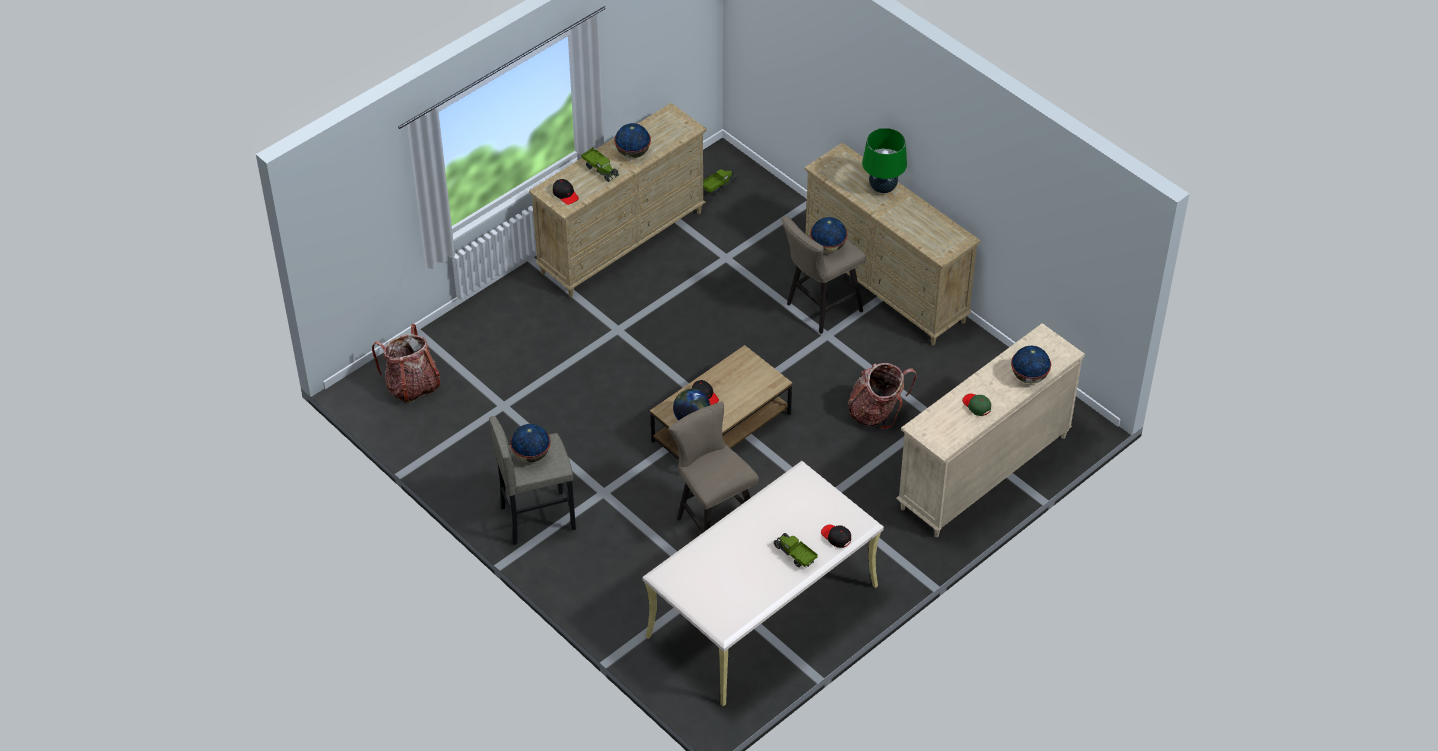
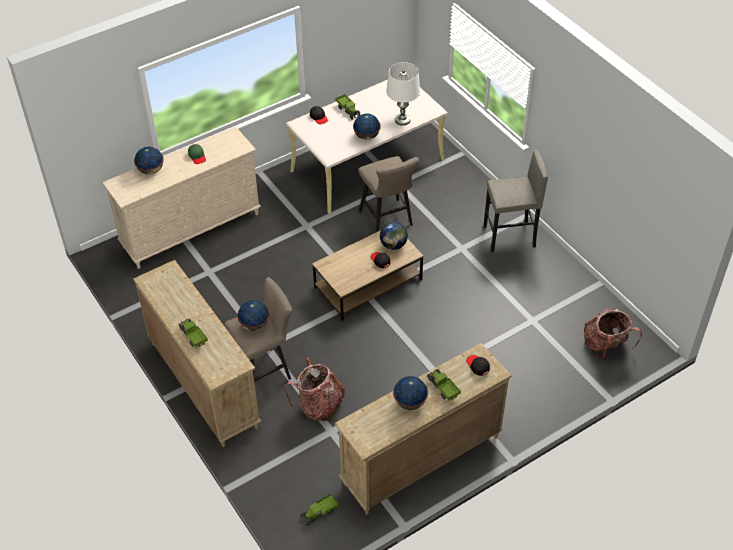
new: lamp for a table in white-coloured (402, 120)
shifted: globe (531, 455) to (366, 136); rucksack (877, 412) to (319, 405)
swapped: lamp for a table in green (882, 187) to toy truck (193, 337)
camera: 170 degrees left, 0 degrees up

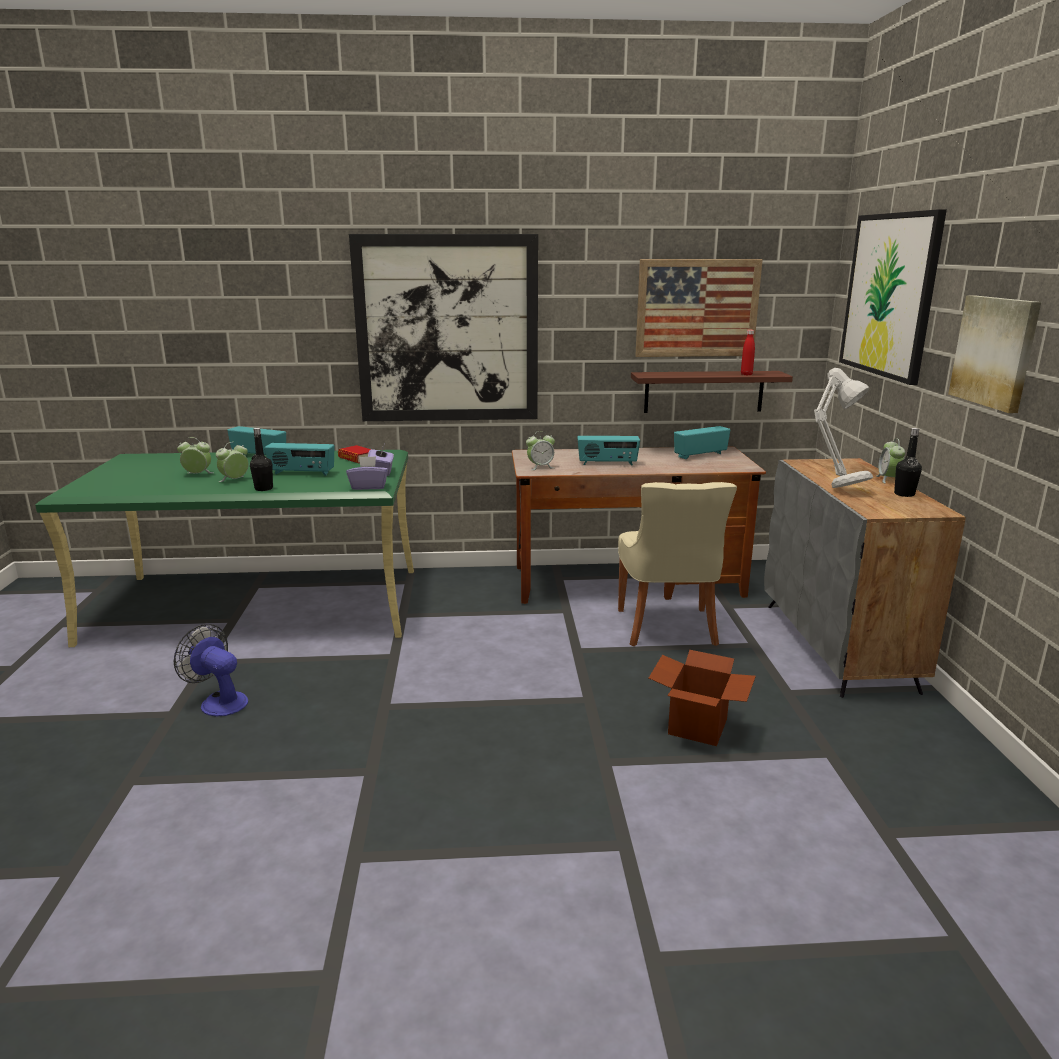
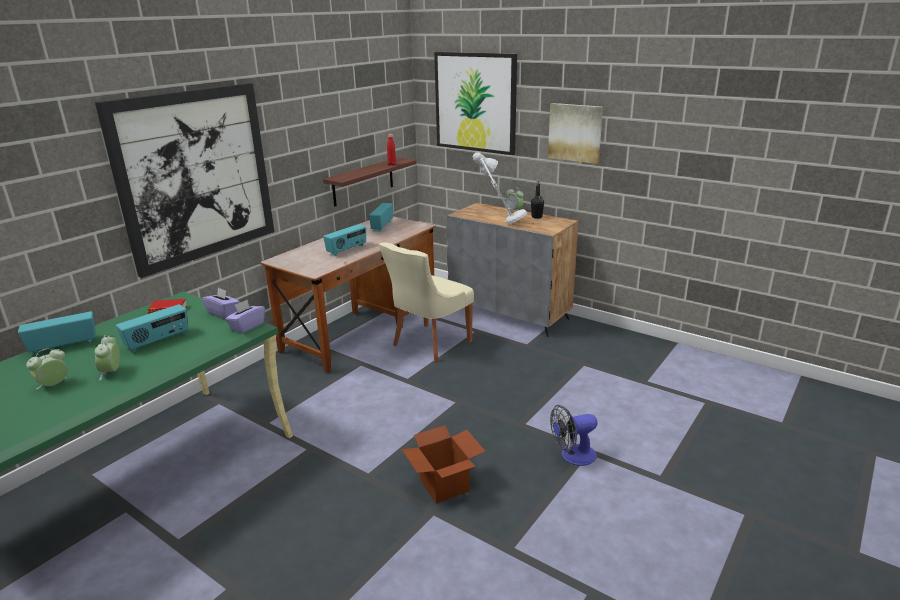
gone: drink bottle in blackish (263, 488); alarm clock (540, 467); wall art (697, 308)
shifted: electric fan (219, 701) to (572, 456); carton (697, 726) to (444, 485)
rotated: upright chair in beige (668, 629) = (429, 344) 90 degrees clockwise
camera: 50 degrees left, 5 degrees up

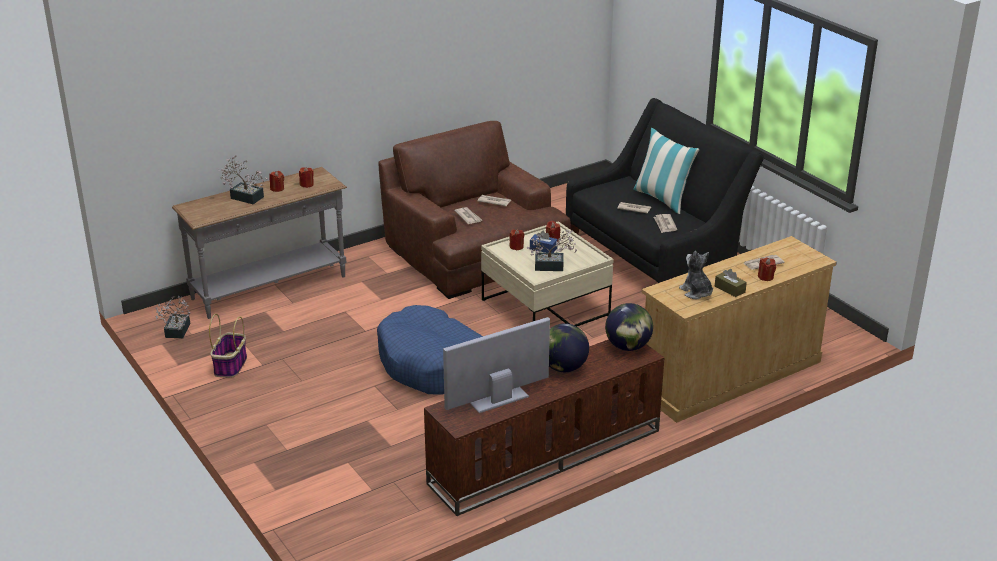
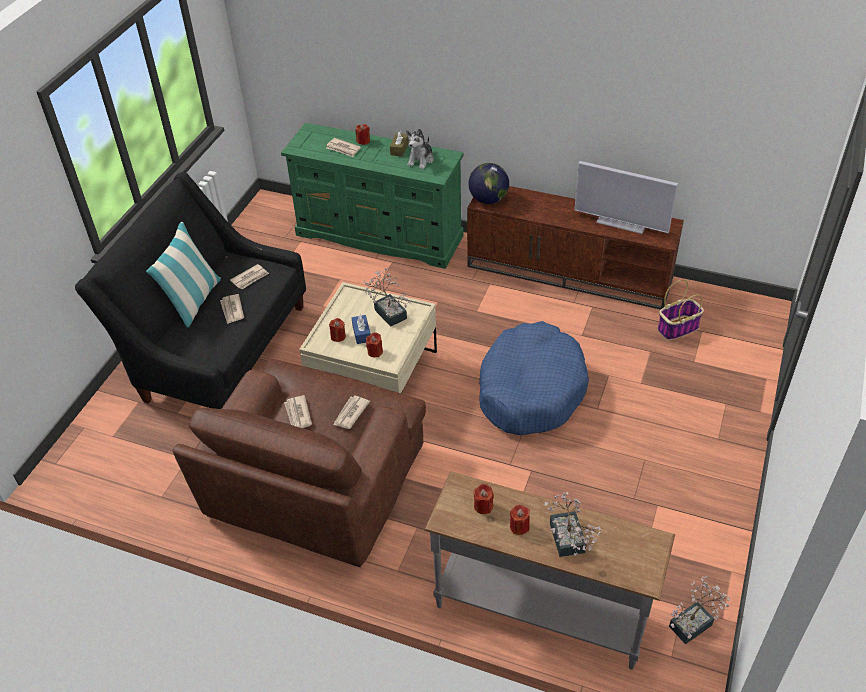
gone: globe (563, 367)
shifted: basket (230, 366) to (678, 328)
repainted: dresser in beige (729, 377) to dresser in green (380, 235)
camera: 125 degrees left, 15 degrees up

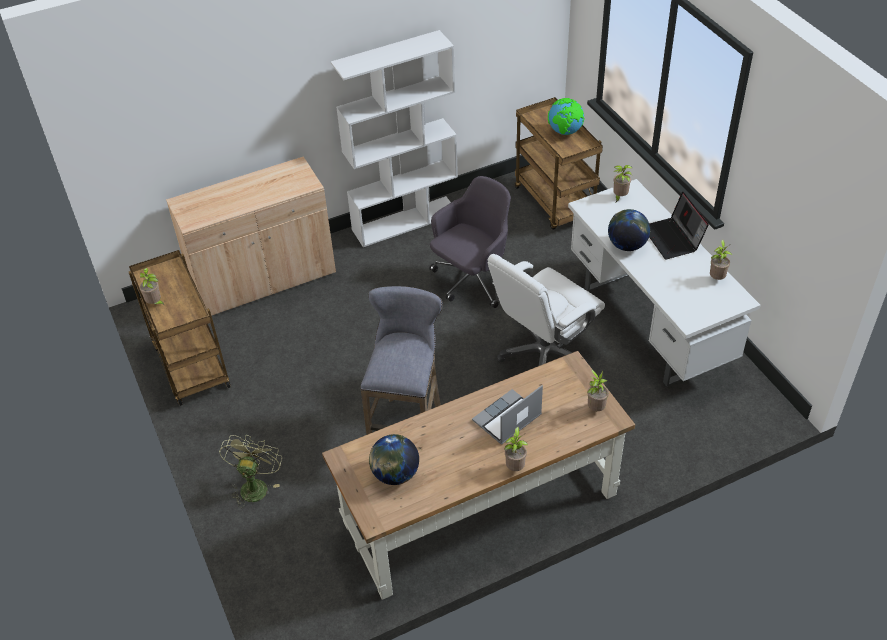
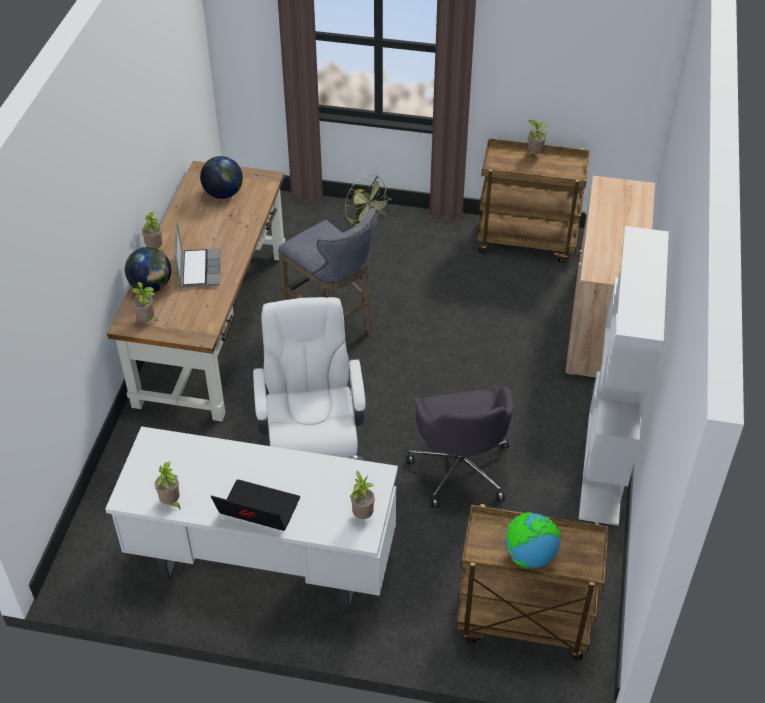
shifted: globe (627, 245) to (151, 287)
camera: 125 degrees right, 0 degrees up

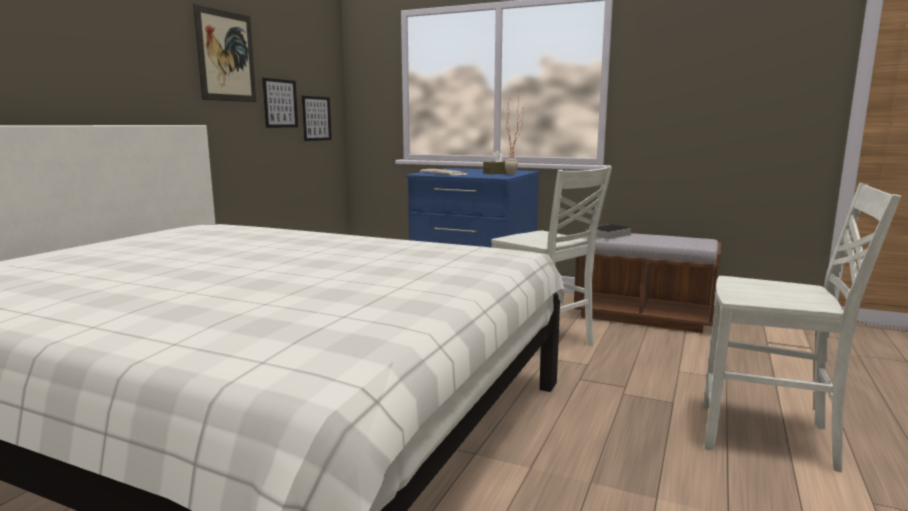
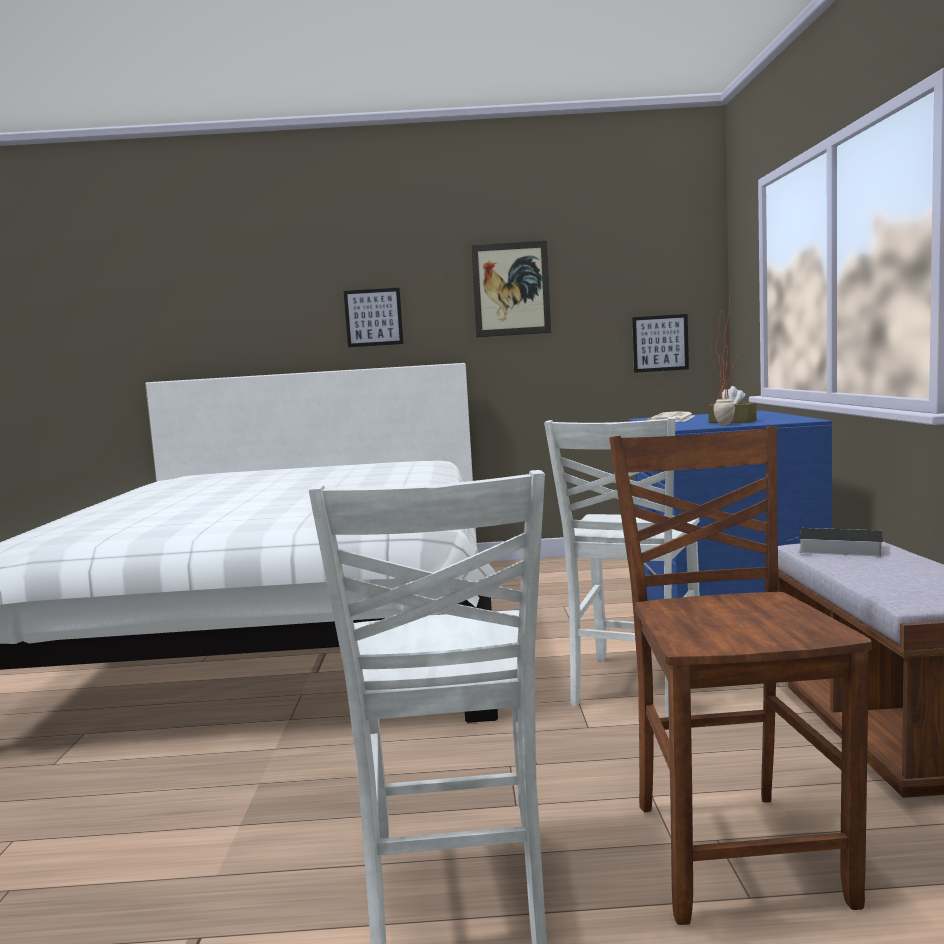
new: upright chair in brownish (734, 850)
shifted: wall art (280, 103) to (373, 317)
camera: 65 degrees right, 5 degrees down

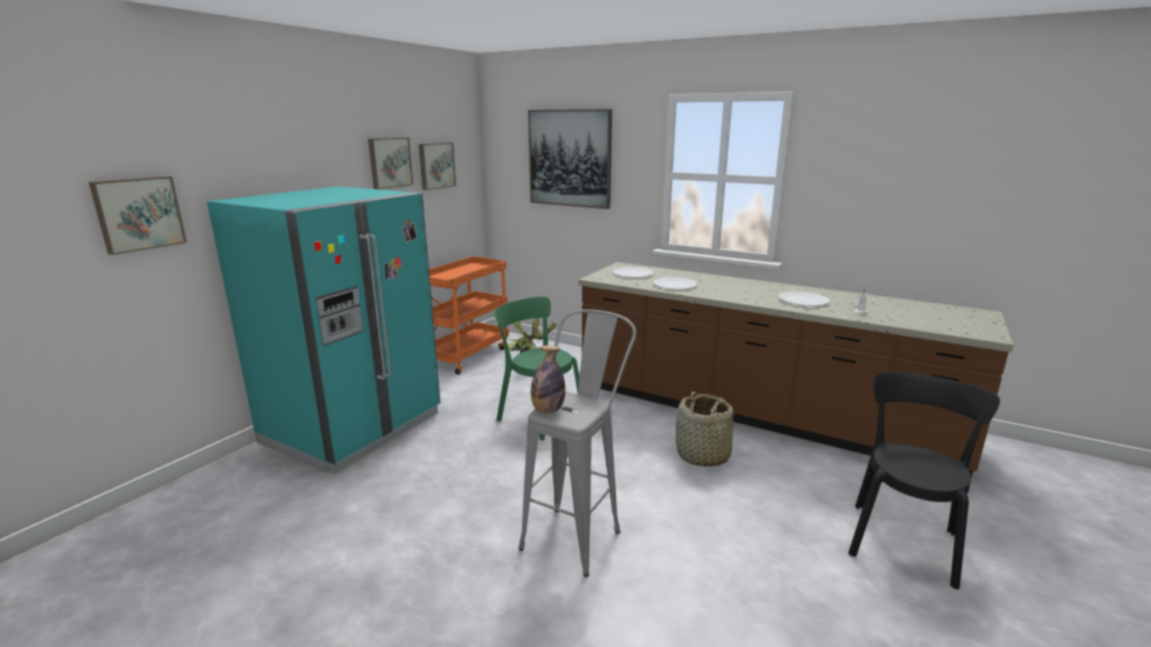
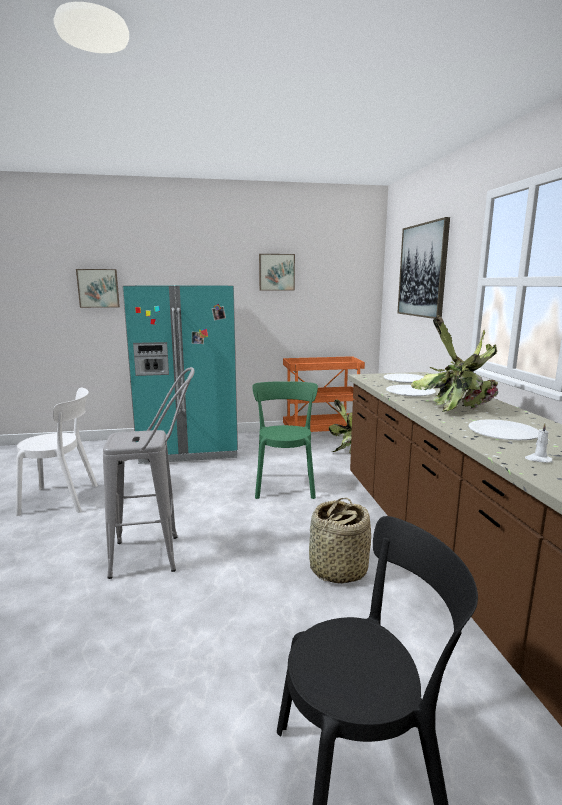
gone: wall art (436, 165); drink bottle (547, 410)
new: upright chair in white-coloured (63, 499); plant in a pot (458, 406)
camera: 50 degrees right, 5 degrees down

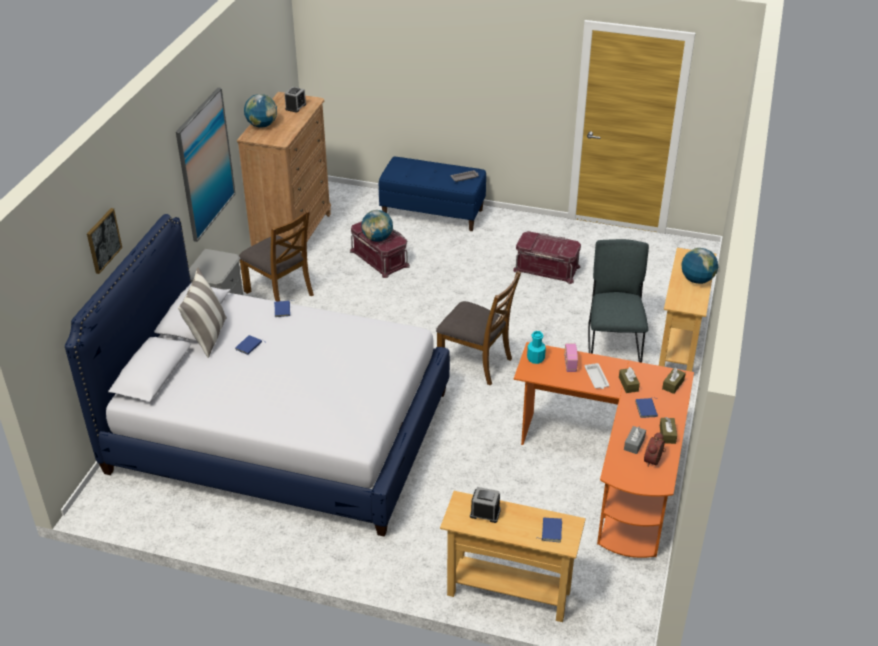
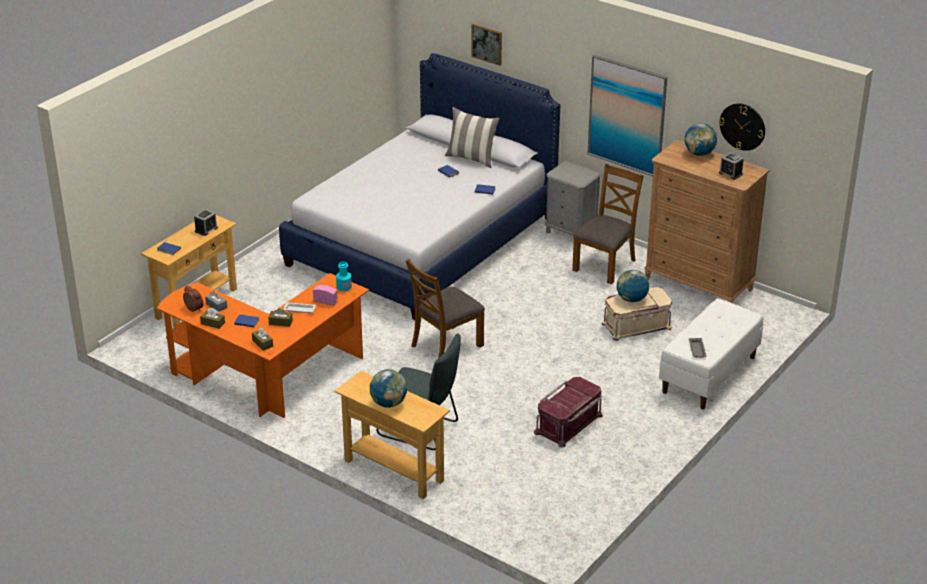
new: hanging clock (742, 126)
repainted: storage bin in red (380, 258) to storage bin in beige (637, 326); bench in blue-coloured (433, 213) to bench in white-coloured (709, 375)
rotated: upright chair in brownish (280, 293) = (605, 265) 150 degrees clockwise
camera: 110 degrees right, 5 degrees down

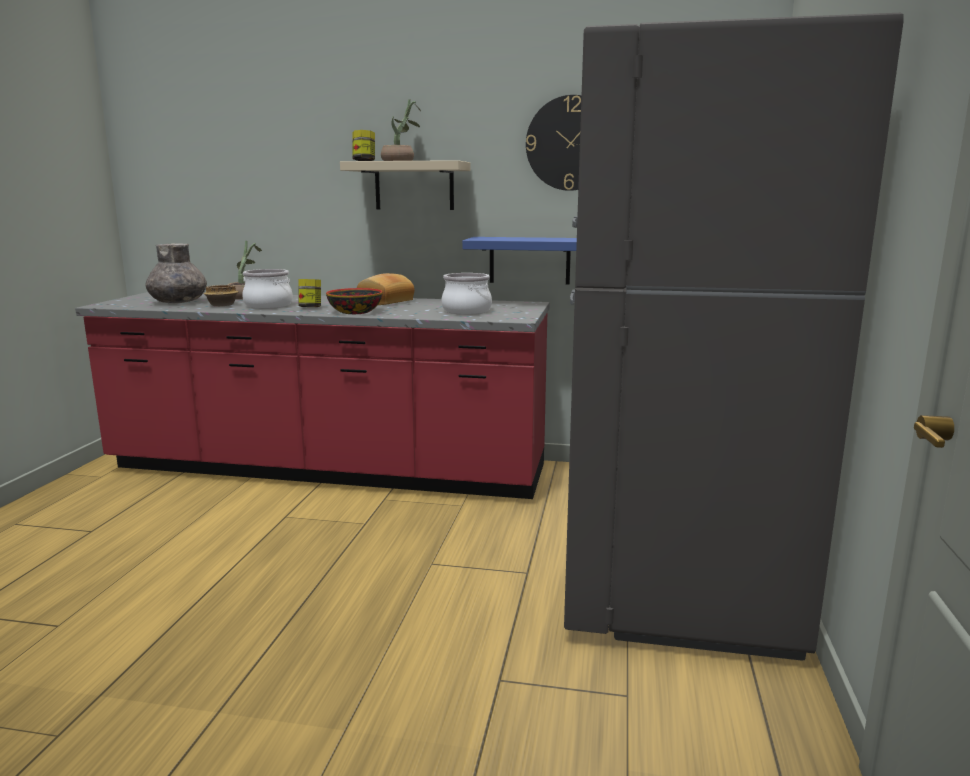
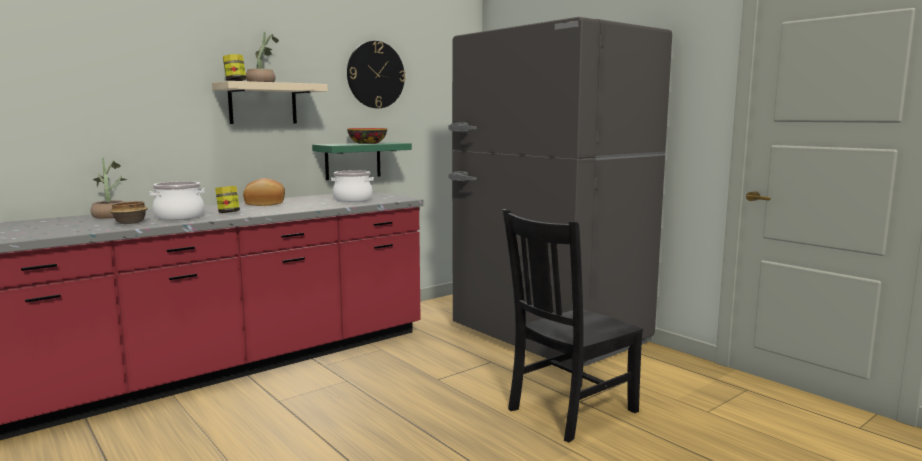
gone: decorative vase in gray (179, 302)
new: upright chair in blackish (569, 411)
shifted: deep dish (355, 312) to (368, 143)
repainted: wall shelf in blue-coloured (529, 260) to wall shelf in green (353, 160)
camera: 50 degrees left, 5 degrees down

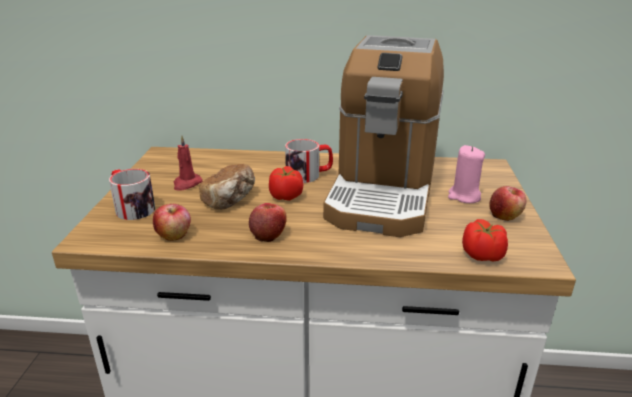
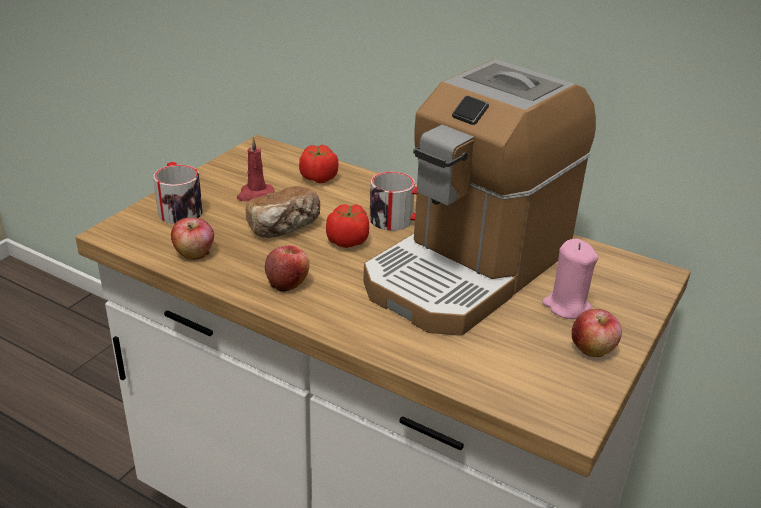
shifted: tomato (482, 255) to (318, 178)
camera: 25 degrees right, 5 degrees up

